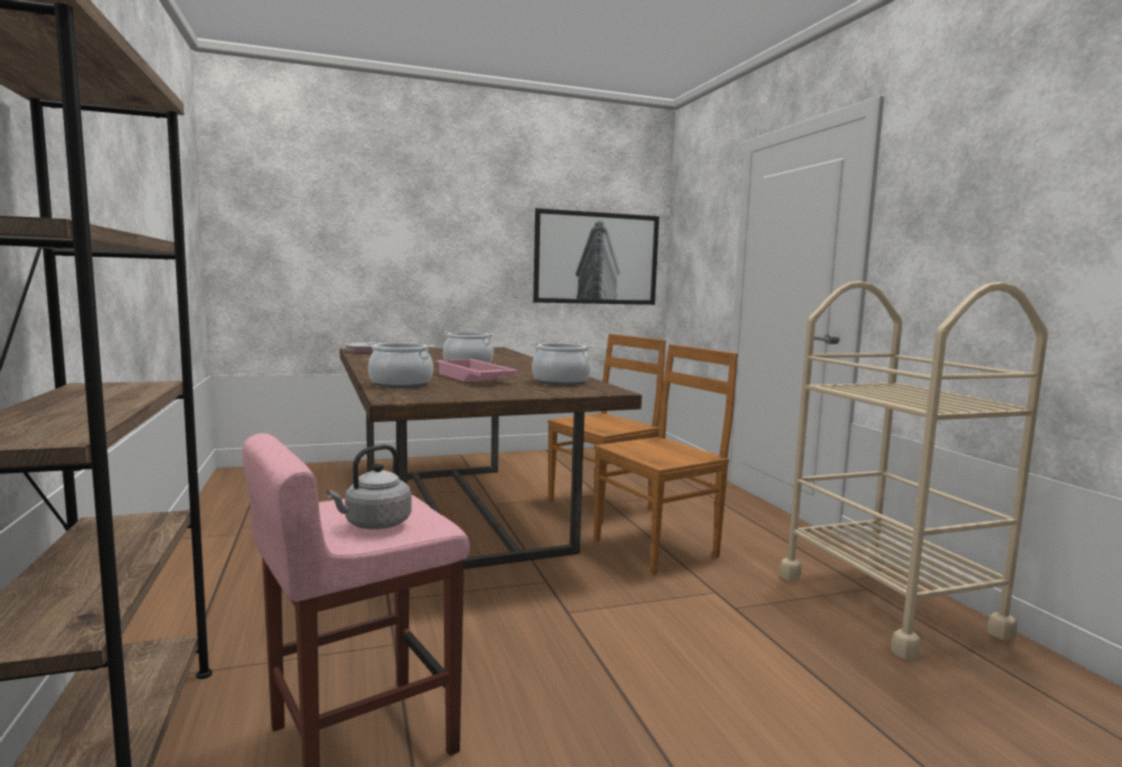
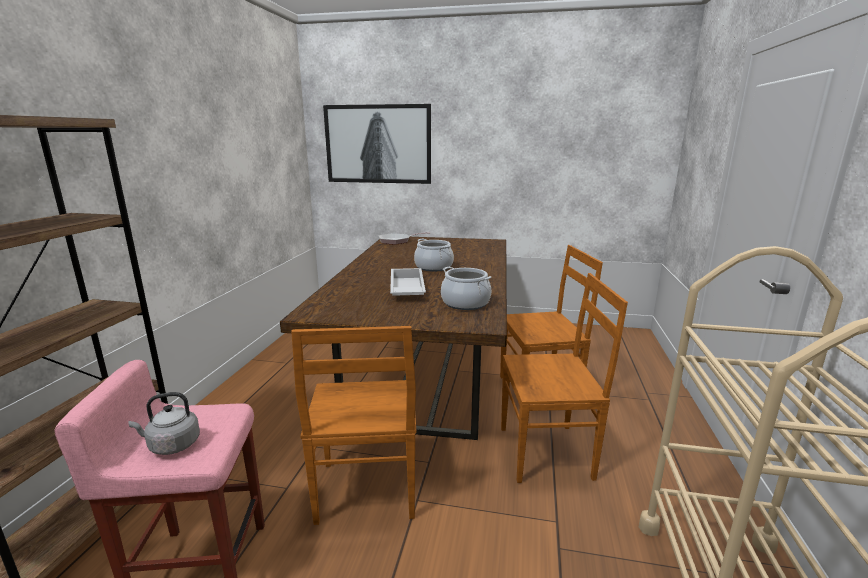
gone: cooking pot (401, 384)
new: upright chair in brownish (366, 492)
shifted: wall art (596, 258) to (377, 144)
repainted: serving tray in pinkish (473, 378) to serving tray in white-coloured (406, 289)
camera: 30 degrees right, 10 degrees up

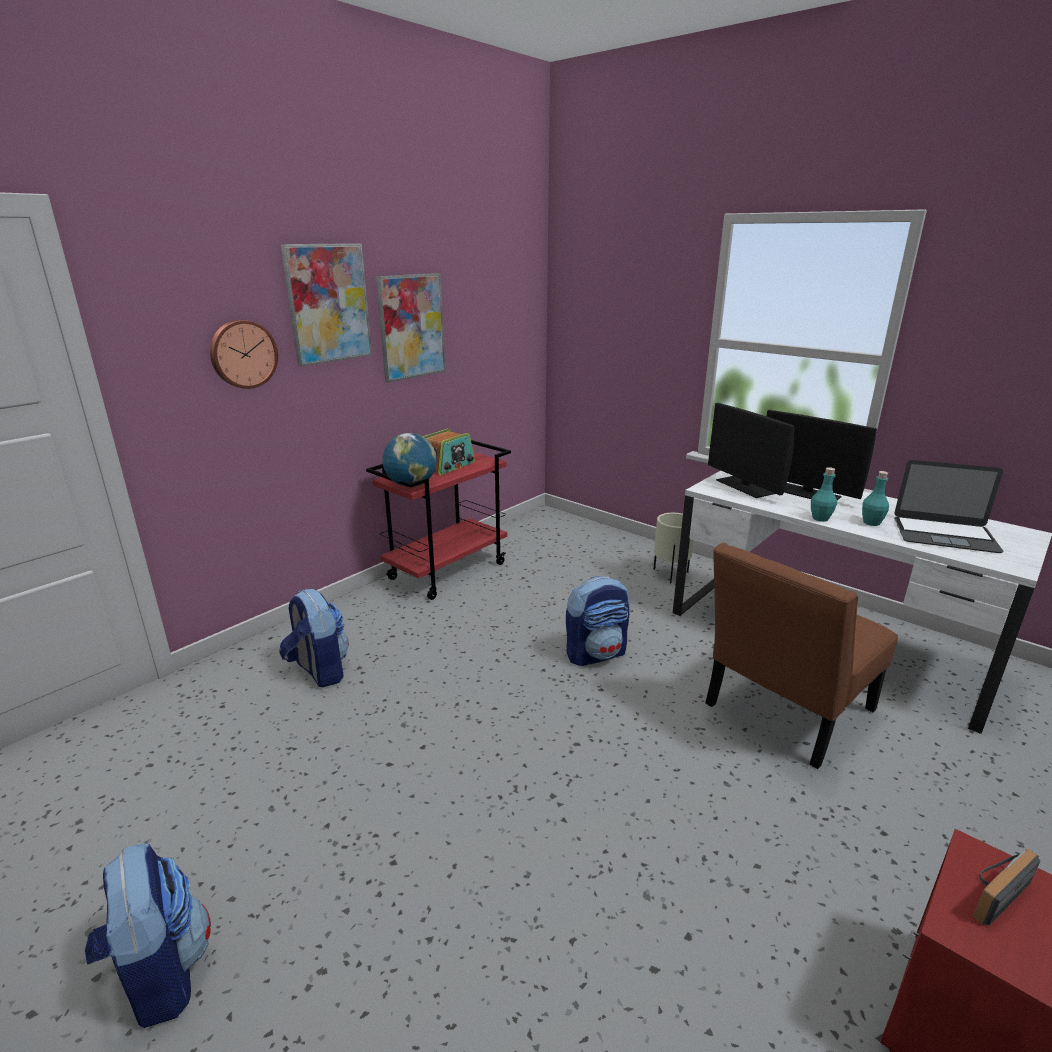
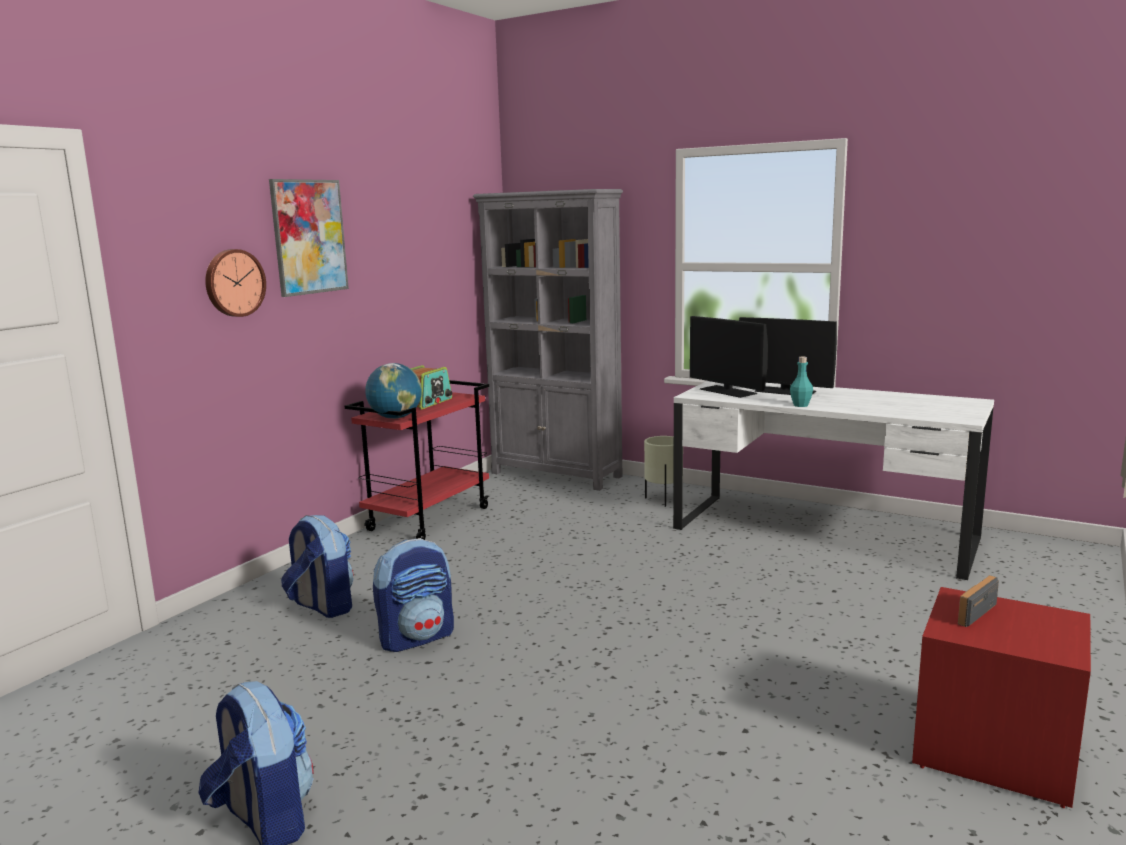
gone: wall art (411, 327); upright chair in brownish (784, 711); drink bottle in turquoise-coloured (871, 523); portable computer (944, 534)
new: bookshelf in gray (557, 475)
shifted: rucksack (596, 653) to (417, 637)
camera: 10 degrees left, 10 degrees down

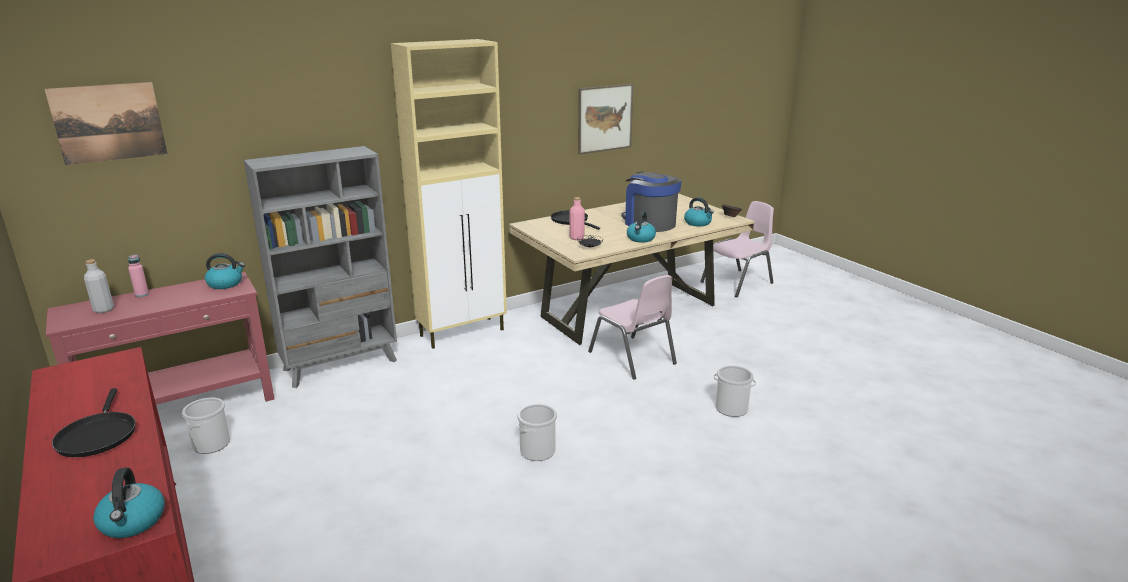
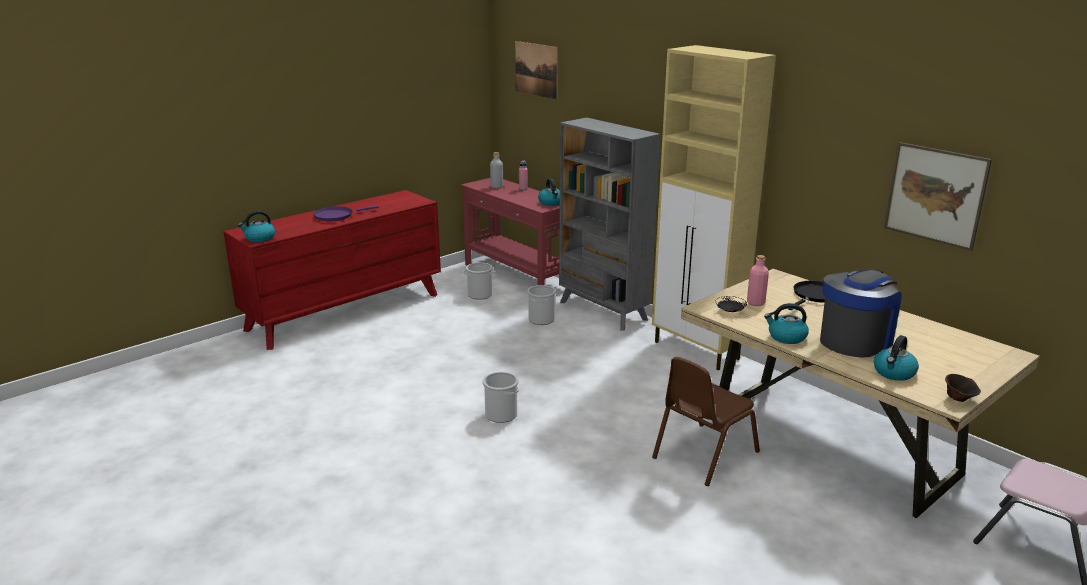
shifted: water bucket (731, 408) to (541, 320)
repainted: frying pan in blackish (98, 435) to frying pan in purplish (336, 216); upright chair in pinkish (632, 358) to upright chair in brownish (704, 454)
camera: 80 degrees right, 0 degrees up

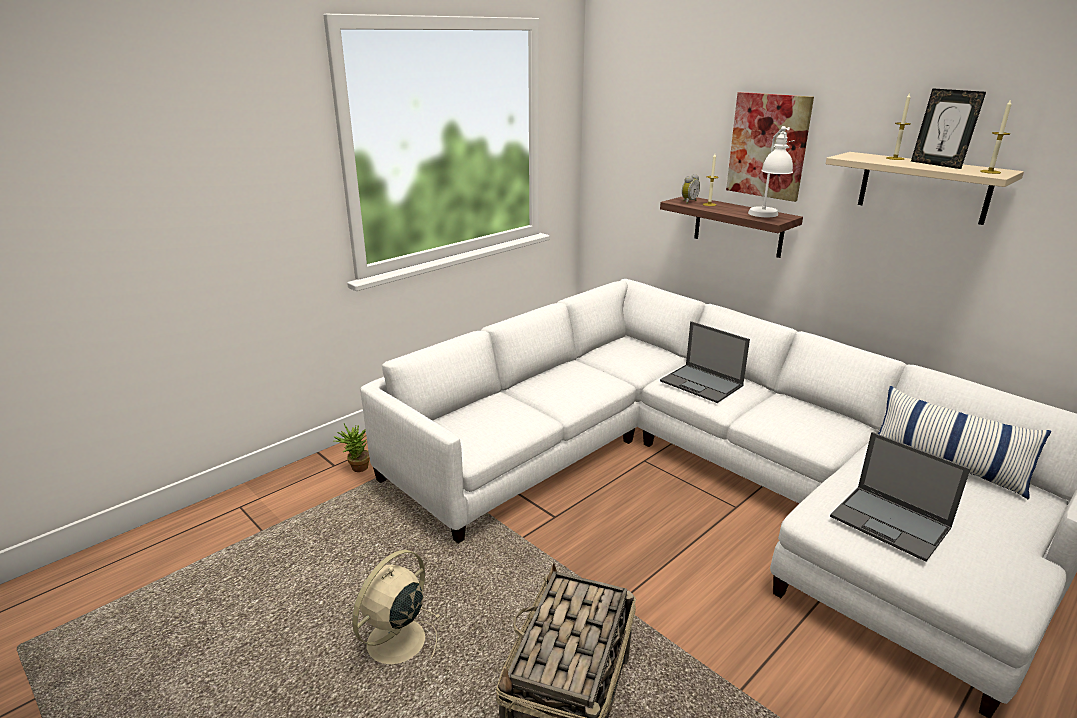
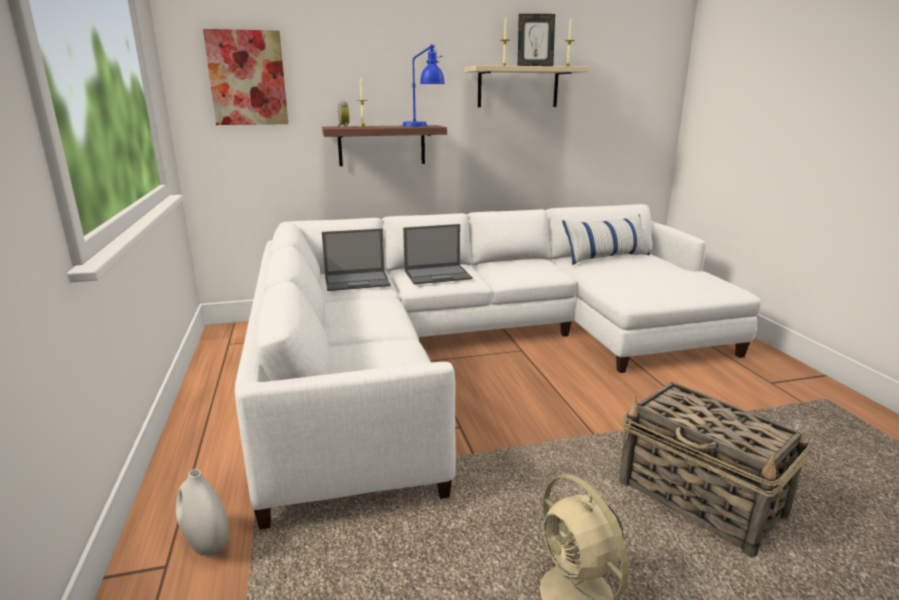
shifted: wall art (768, 146) to (247, 78); portable computer (891, 523) to (358, 281)
swapped: plant in a pot (356, 468) to decorative vase in white-coloured (206, 543)
repainted: lamp for a table in white-coloured (767, 217) to lamp for a table in blue-coloured (424, 126)
camera: 60 degrees left, 5 degrees down

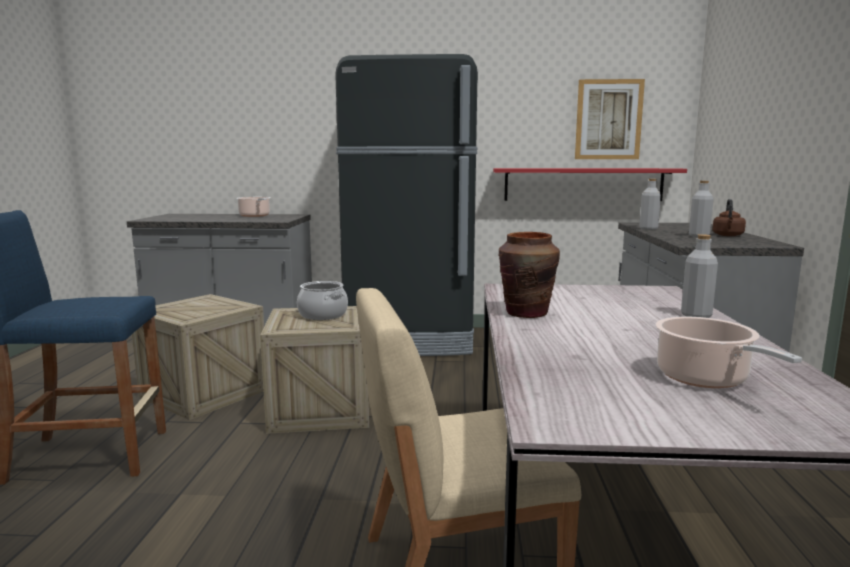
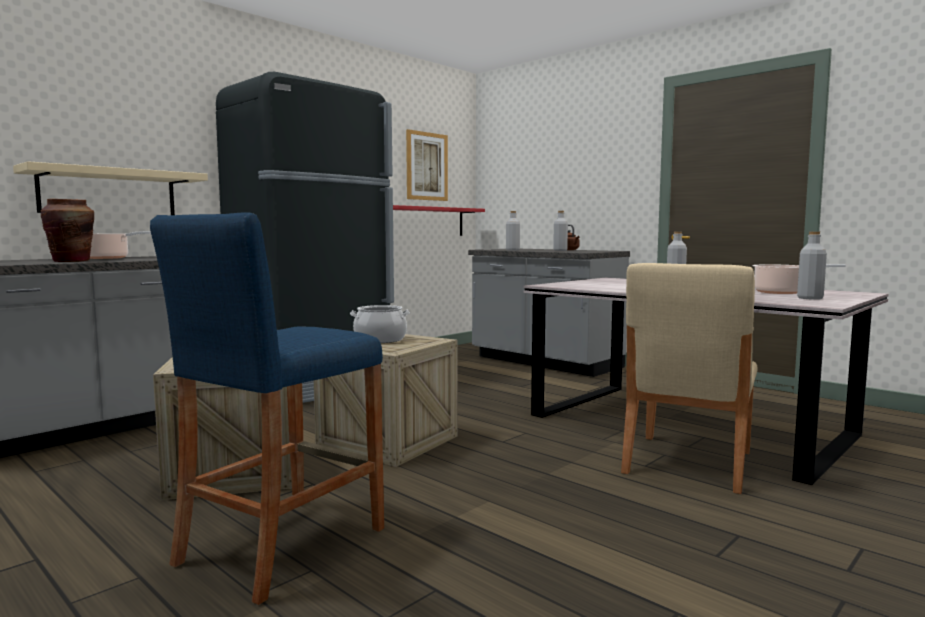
new: wall shelf in beige (109, 192); drink bottle in gray (810, 298)
shifted: decorative vase in brownish (526, 313) to (71, 261)
camera: 50 degrees left, 5 degrees down

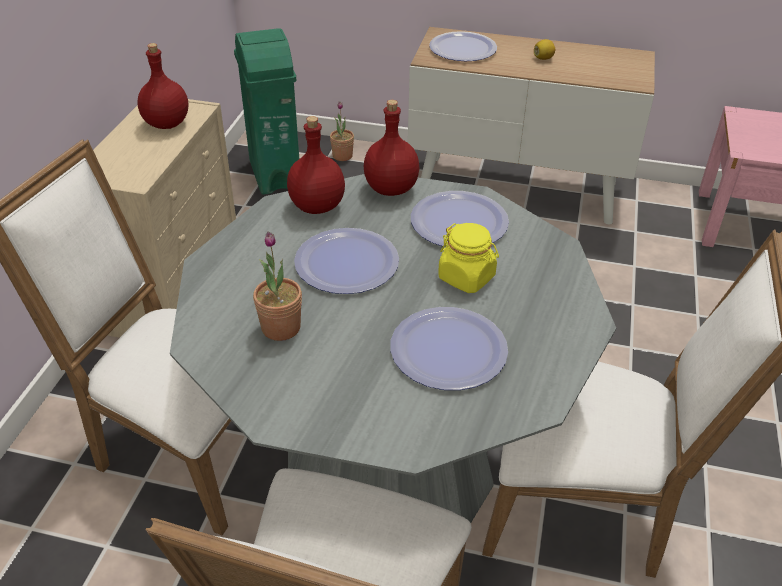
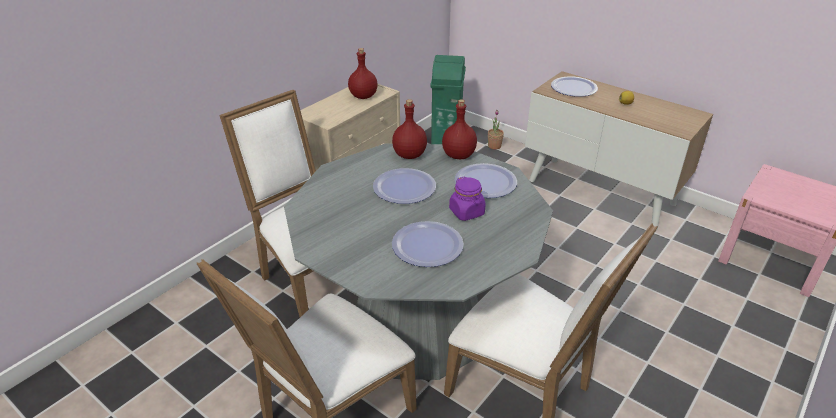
gone: plant in a pot (281, 328)
repainted: preserve jar in yellowish (467, 277) to preserve jar in purplish (467, 212)
camera: 25 degrees right, 5 degrees down

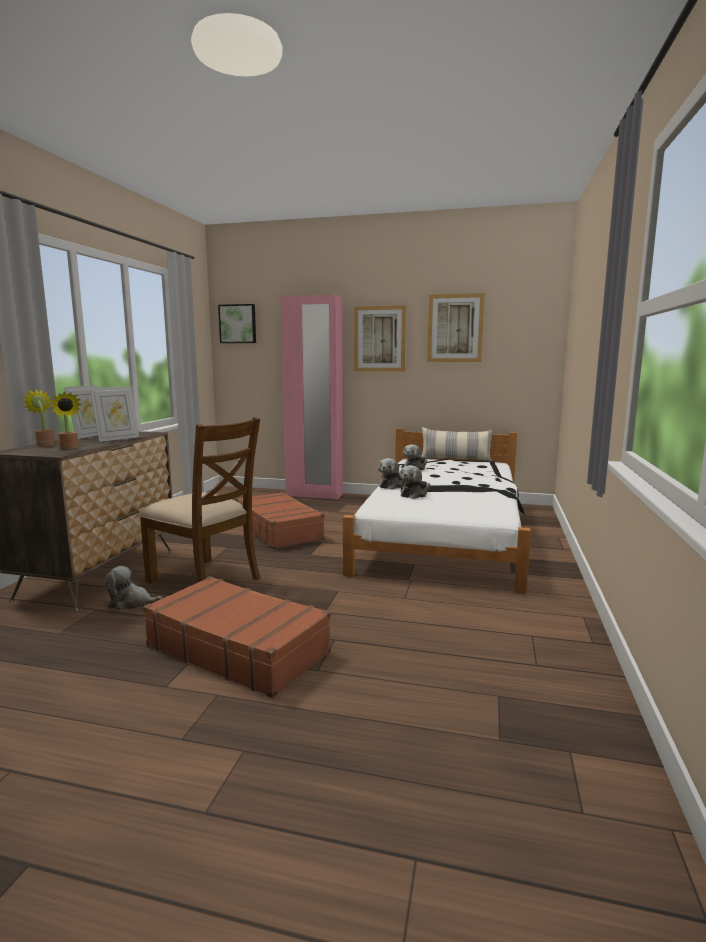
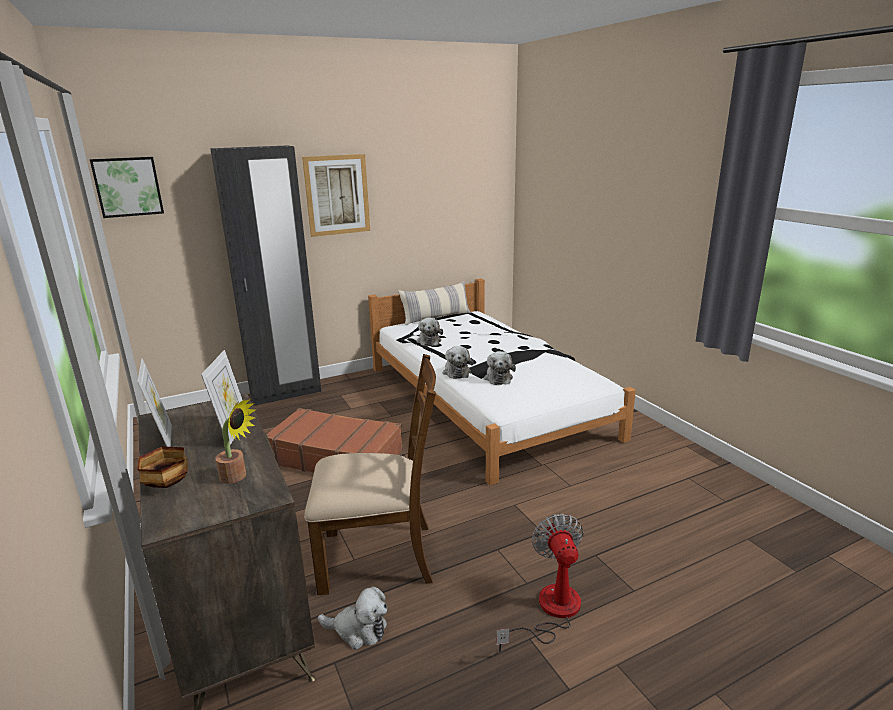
gone: wall art (455, 328)
swapped: plant in a pot (45, 444) to deep dish (166, 484); travel case in brownish (238, 648) to electric fan (550, 611)
repainted: wardrobe in pinkish (314, 495) to wardrobe in blackish (286, 394)
rotated: cuddly toy (131, 603) = (358, 630) 135 degrees counterclockwise
camera: 40 degrees left, 10 degrees up

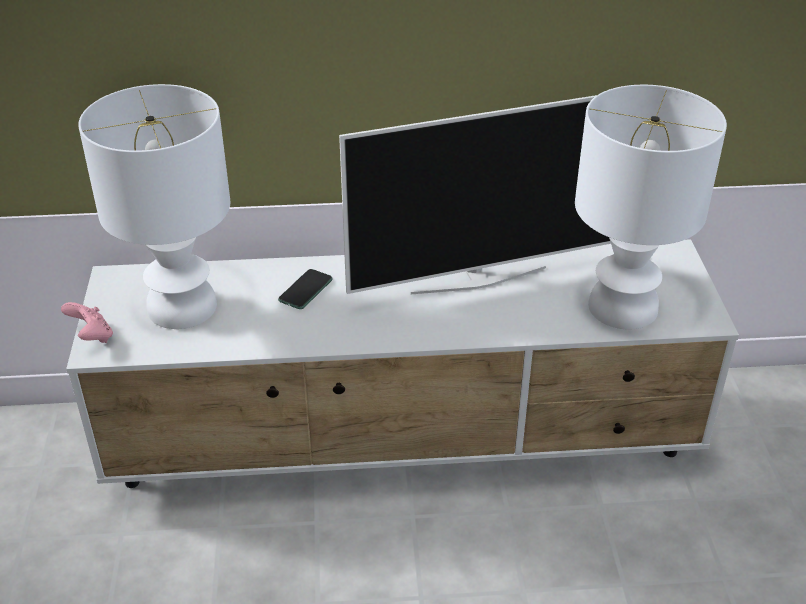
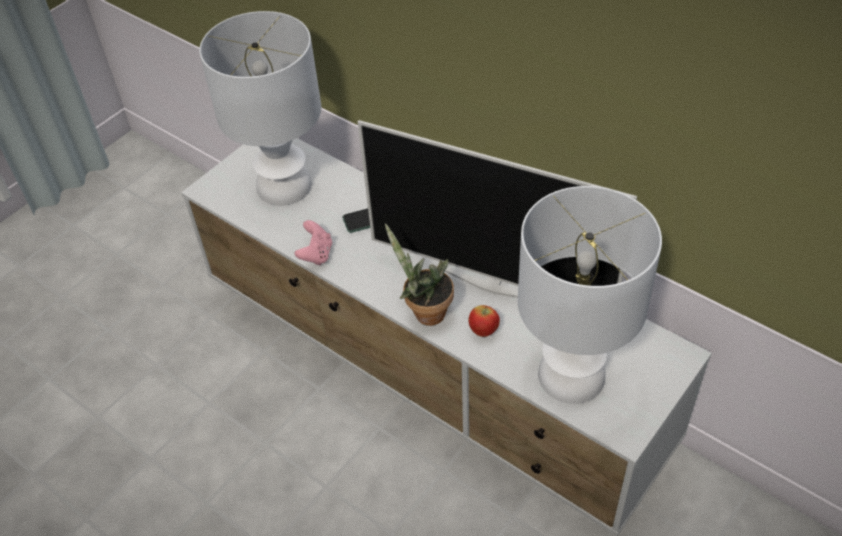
new: plant in a pot (425, 313); whole apple (483, 331)
shifted: game controller in pinkish (92, 337) to (316, 254)
camera: 45 degrees right, 10 degrees up

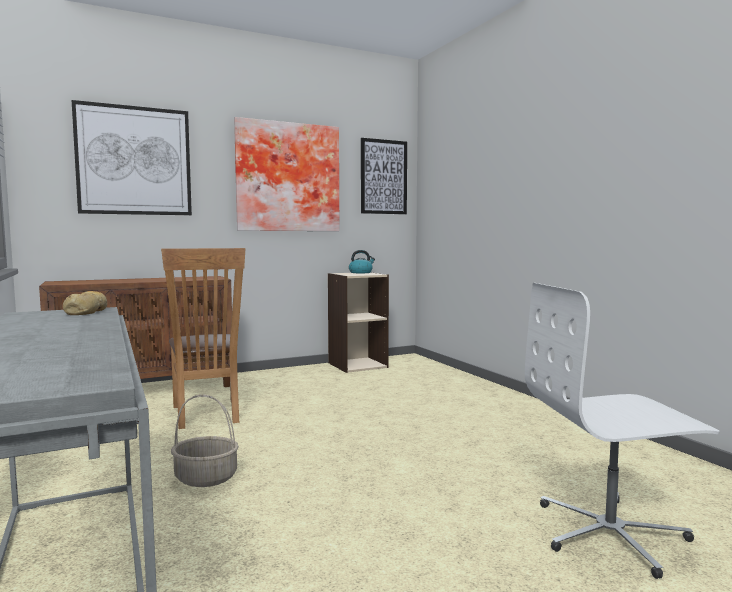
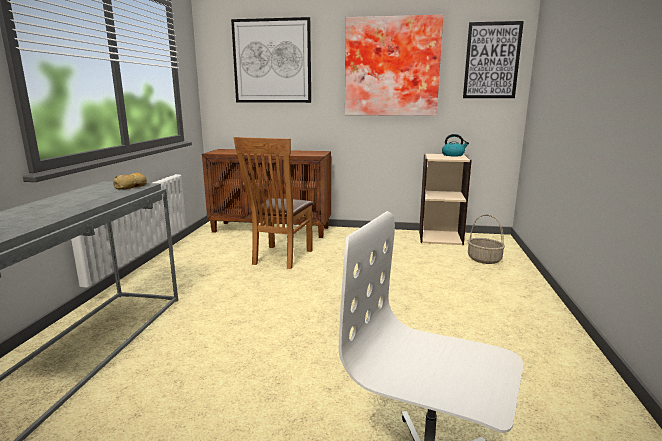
shifted: basket (205, 478) to (483, 259)
camera: 35 degrees right, 10 degrees up

